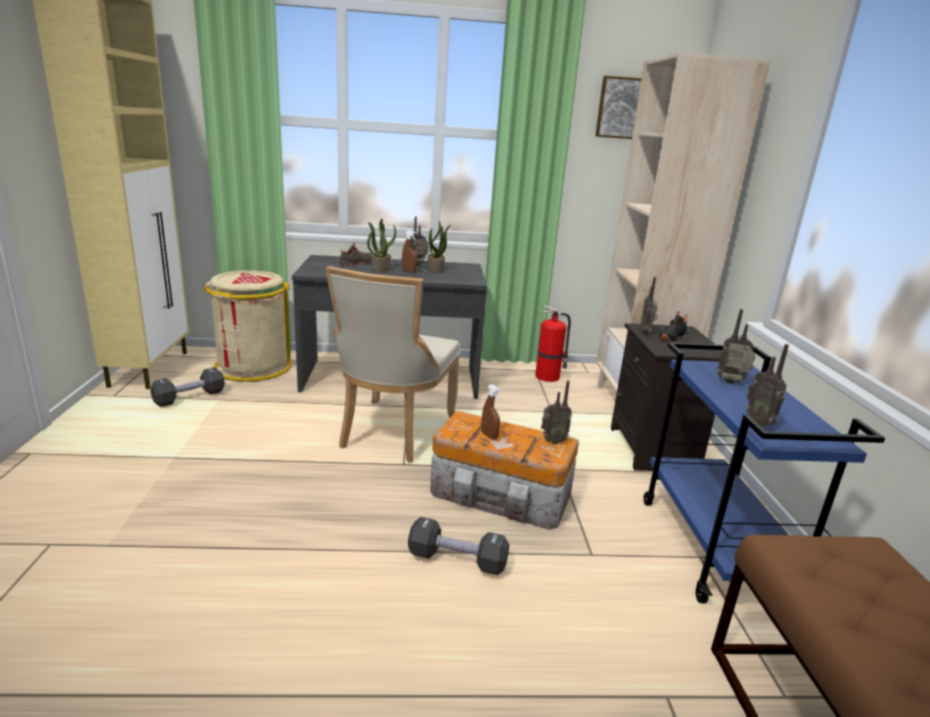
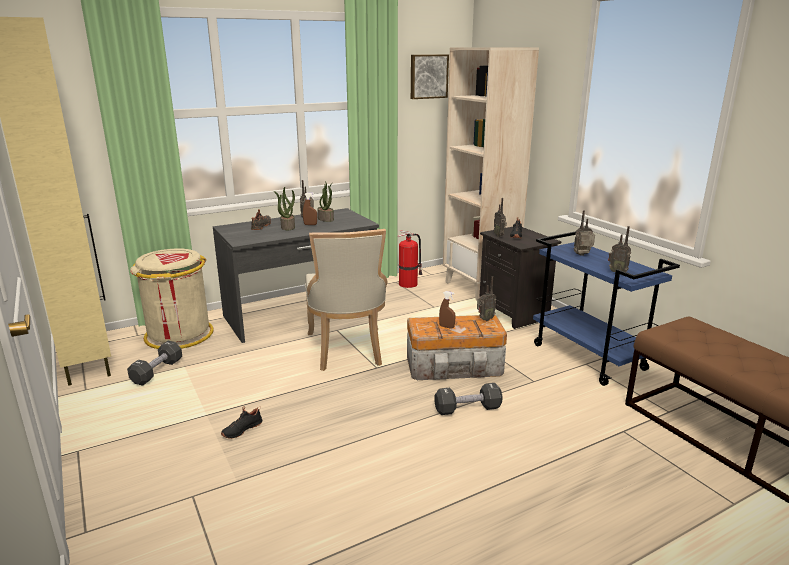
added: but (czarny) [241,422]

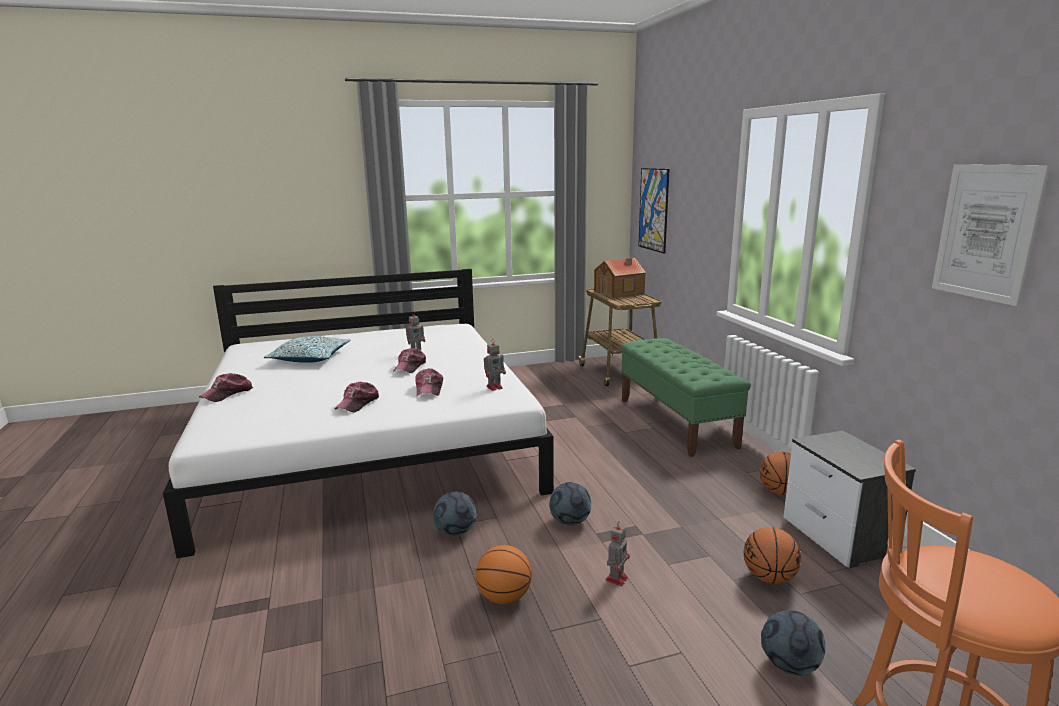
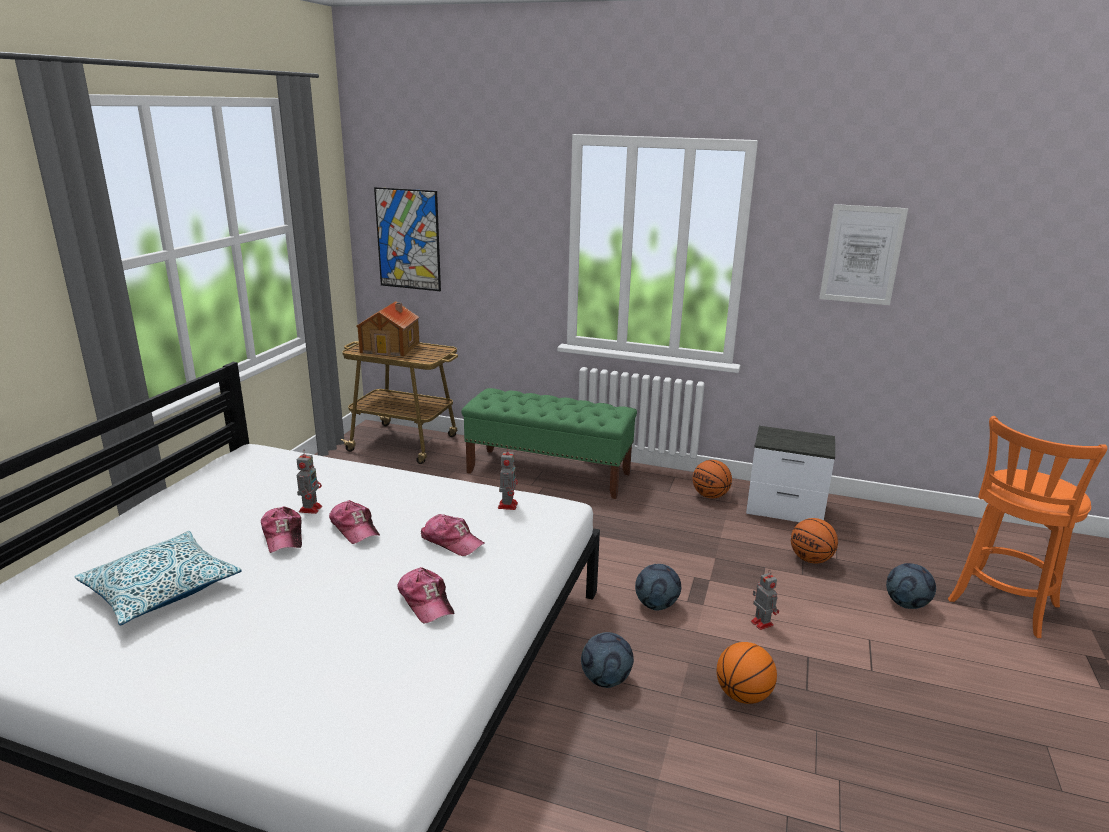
moved: czapka z daszkiem [226,387] to [281,530]

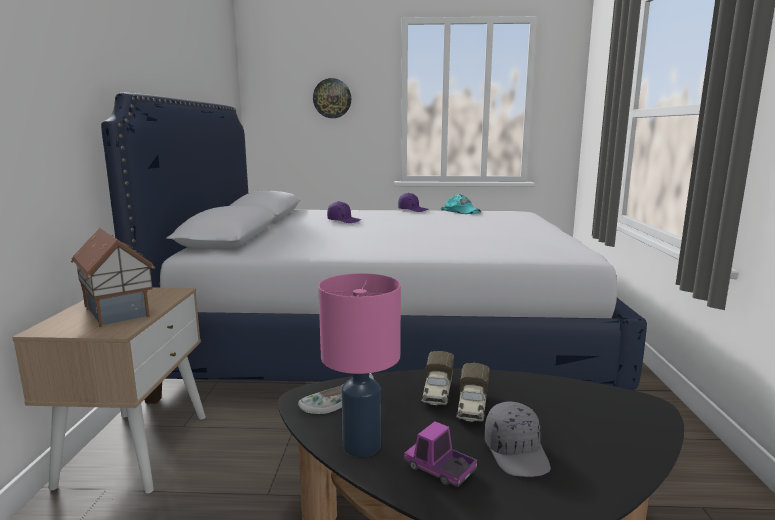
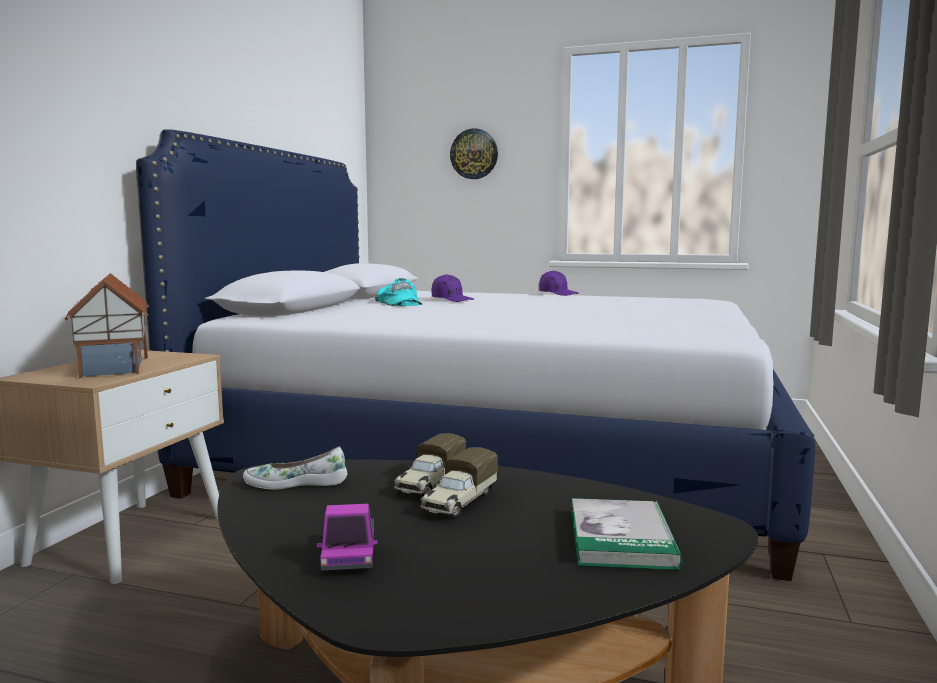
removed: lampa stołowa (różowy) [360,365]; czapka z daszkiem (szary) [517,439]
added: książka [627,534]
moved: czapka z daszkiem (turkusowy) [461,204] to [399,292]
turned: ciężarówka zabawkowa [440,454] = [347,537] 150 degrees counterclockwise

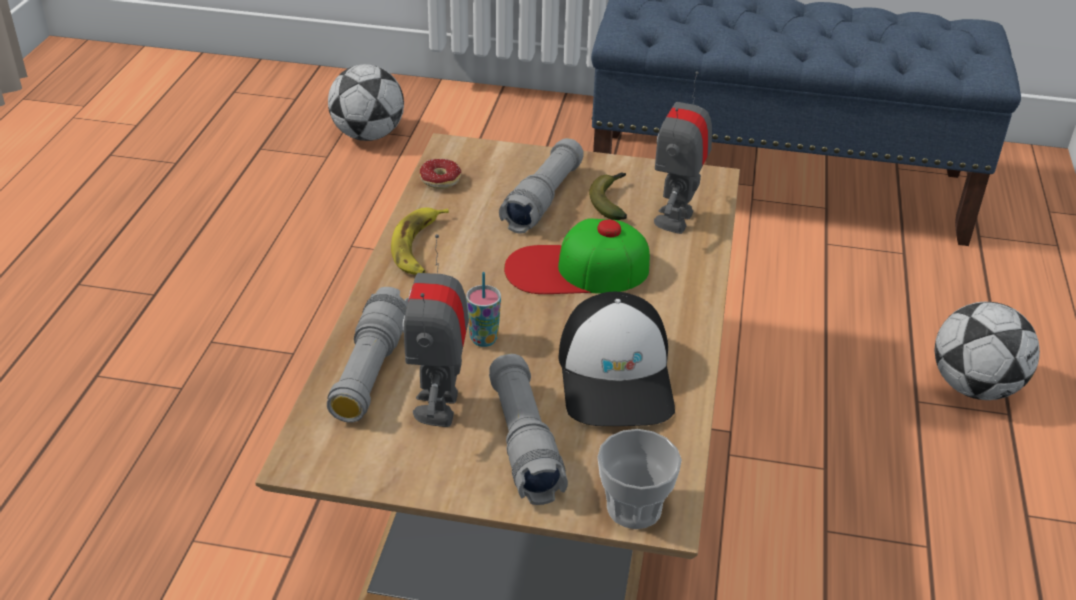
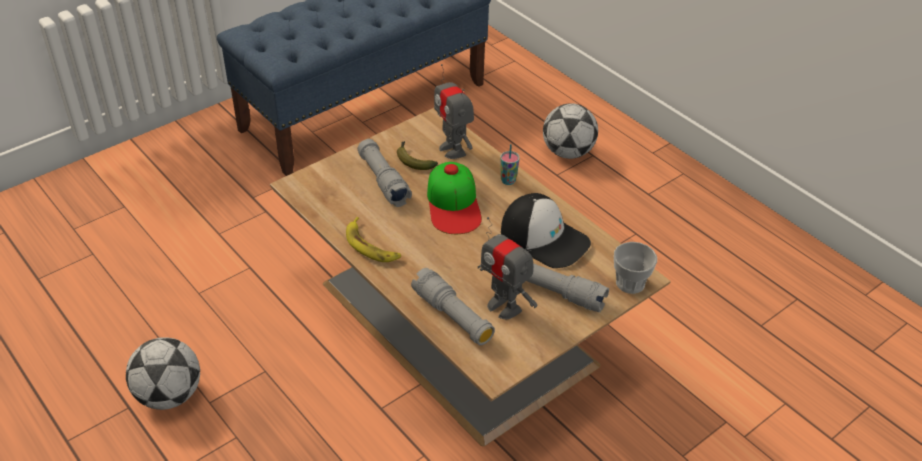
removed: donut [441,174]
moved: piłka futbolowa [366,102] to [163,373]; filiżanka [483,309] to [510,164]
turned: czapka z daszkiem [577,256] = [454,198] 45 degrees counterclockwise

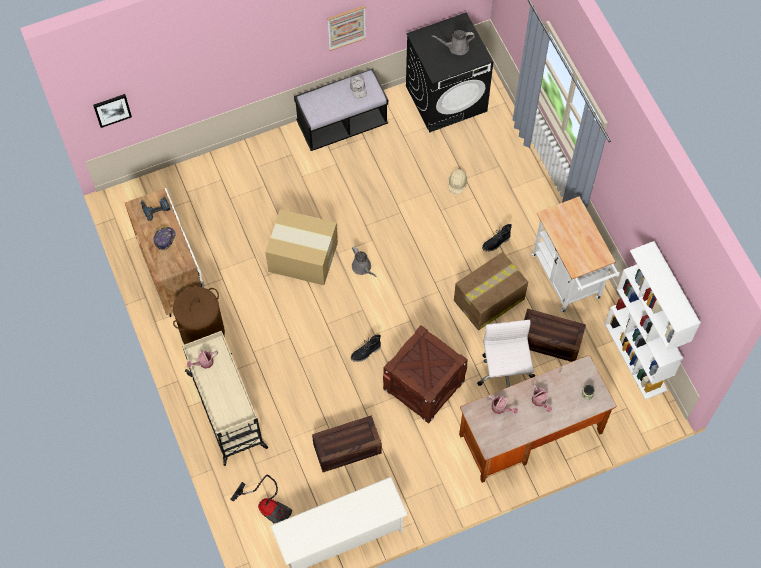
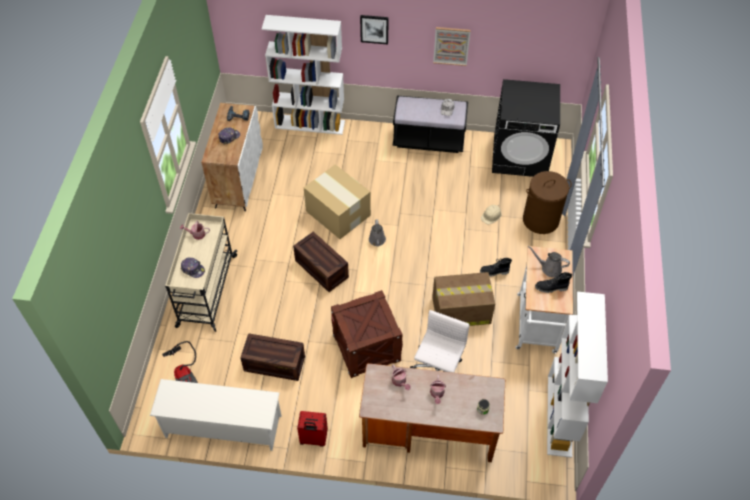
added: regał (biały) [303,75]; czapka z daszkiem [193,267]; walizka (czerwony) [312,429]
moved: konewka (szary) [453,42] to [549,262]; obraz [112,111] to [374,29]; kosz na pranie (brązowy) [199,316] to [547,202]; skrzynka [555,335] to [321,262]; but z cholewką (czarny) [366,348] to [553,282]

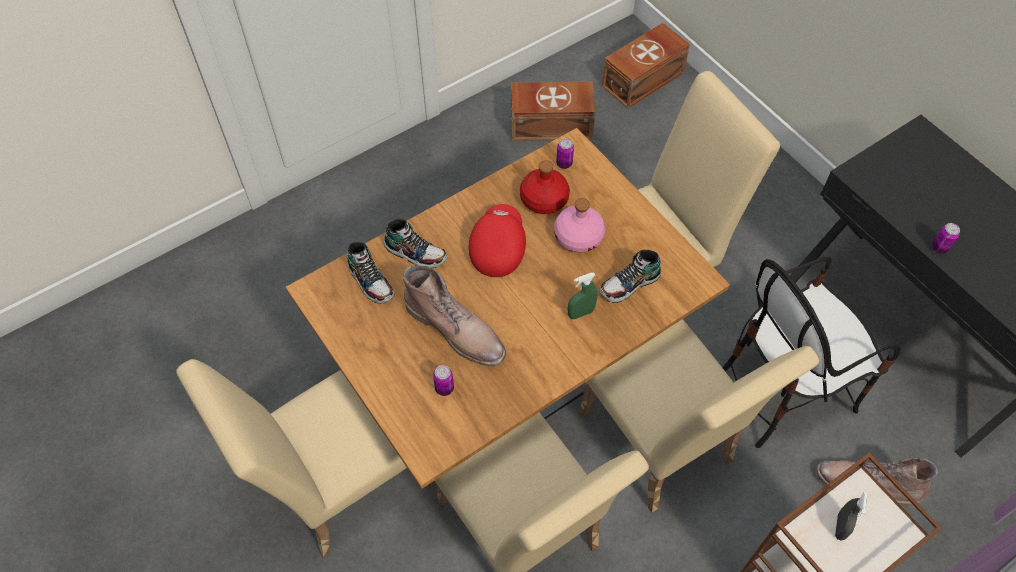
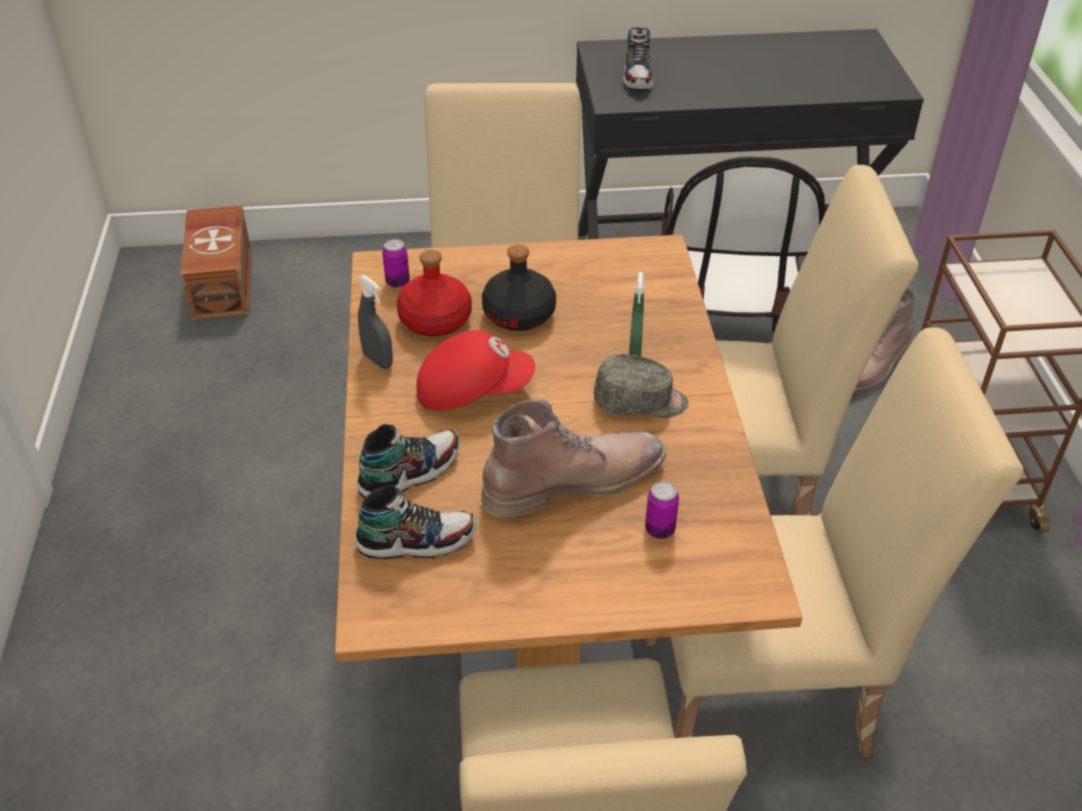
removed: pojemnik do przechowywania (brązowy) [553,111]; puszka [946,238]
added: czapka z daszkiem (szary) [641,386]
moved: but [630,276] to [638,58]; spryskiwacz (szary) [851,516] to [375,322]
recoloured: butelka (różowy) [579,225] to butelka (czarny) [519,287]
turned: czapka z daszkiem (czerwony) [497,240] = [475,370] 135 degrees clockwise

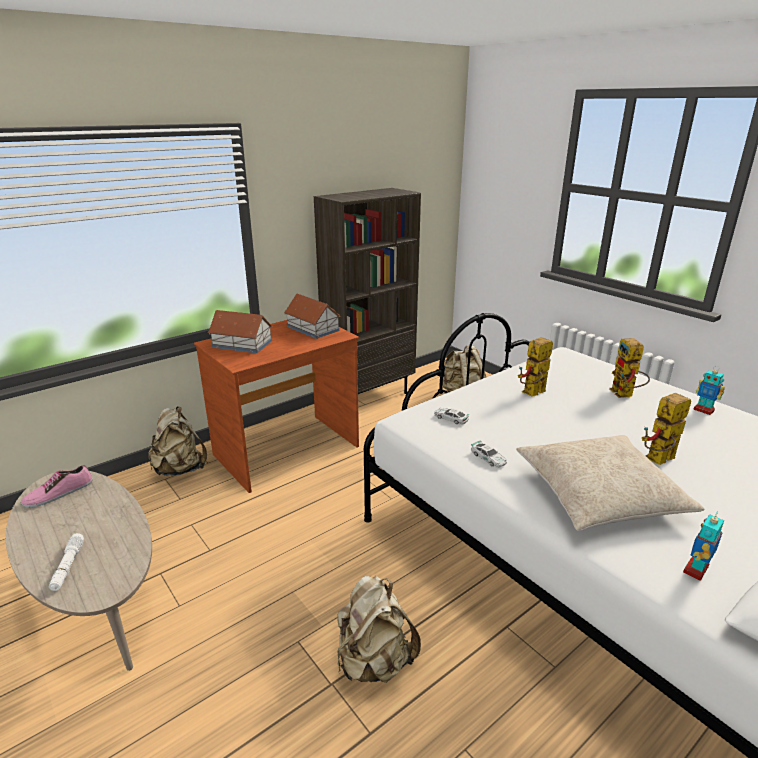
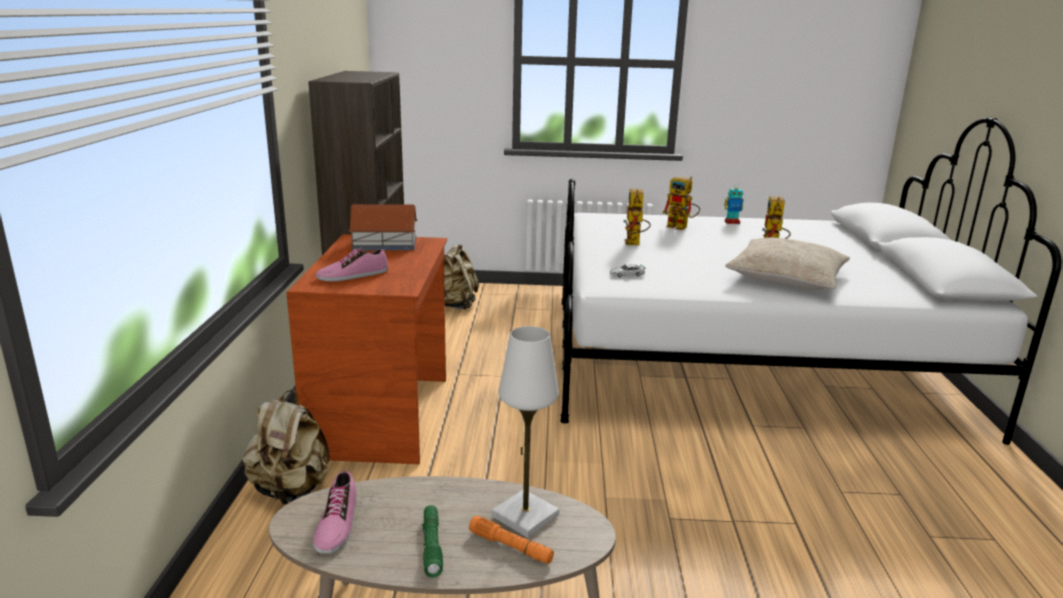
removed: samochodzik [489,454]; robot zabawkowy [703,546]; plecak (beżowy) [379,629]
added: lampa stołowa (biały) [525,432]; latarka (zielony) [432,541]
replaced: domek [240,331] to but [352,265]
recoloured: latarka (biały) [66,562] to latarka (pomarańczowy) [511,540]

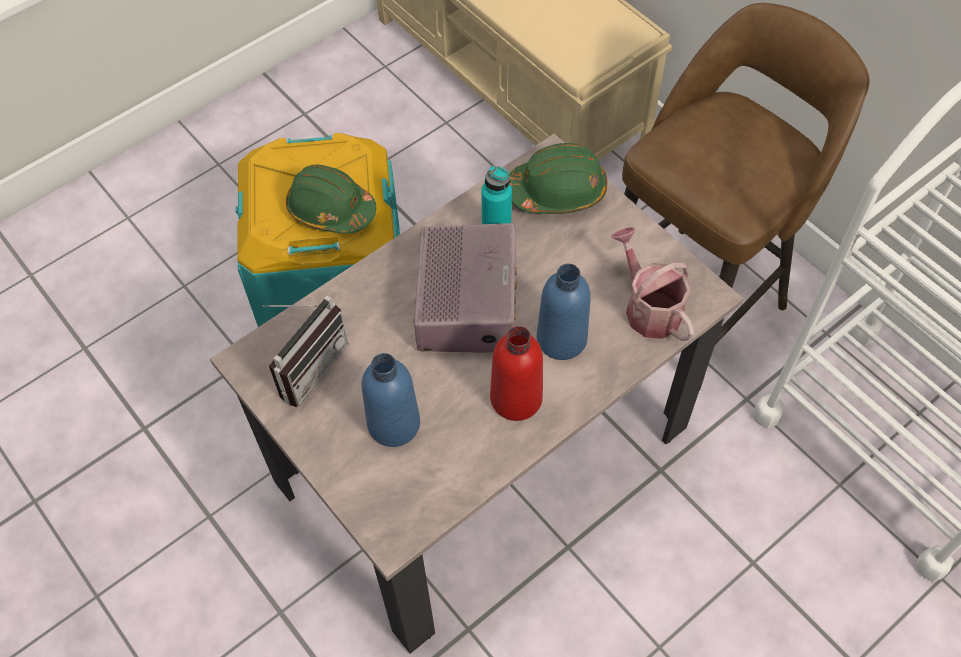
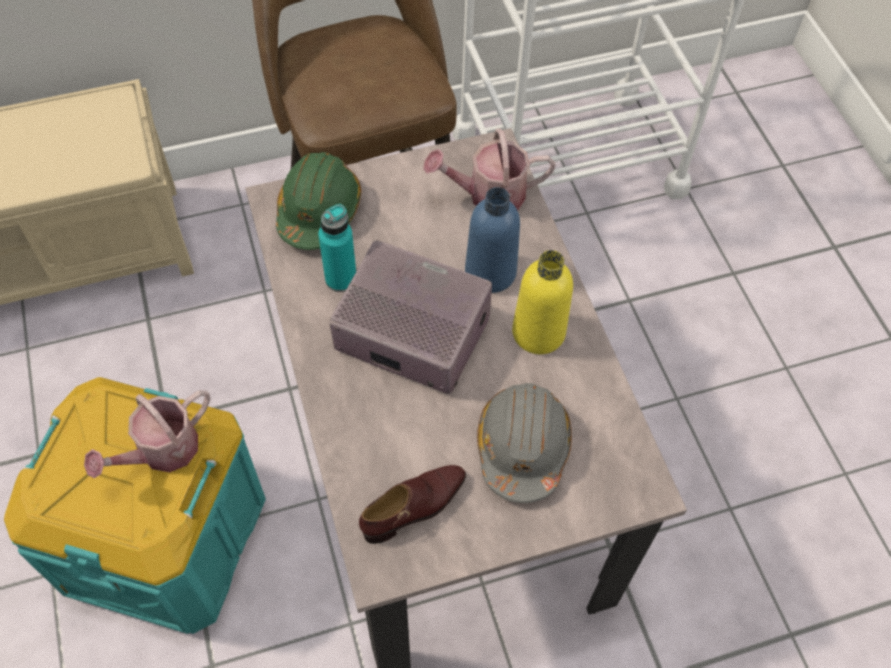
replaced: kask (zielony) [331,199] to konewka [147,434]; radio [305,351] to but (brązowy) [412,504]; butelka (niebieski) [391,400] to kask (szary) [524,443]
recoloured: butelka (czerwony) [516,373] to butelka (żółty) [542,302]

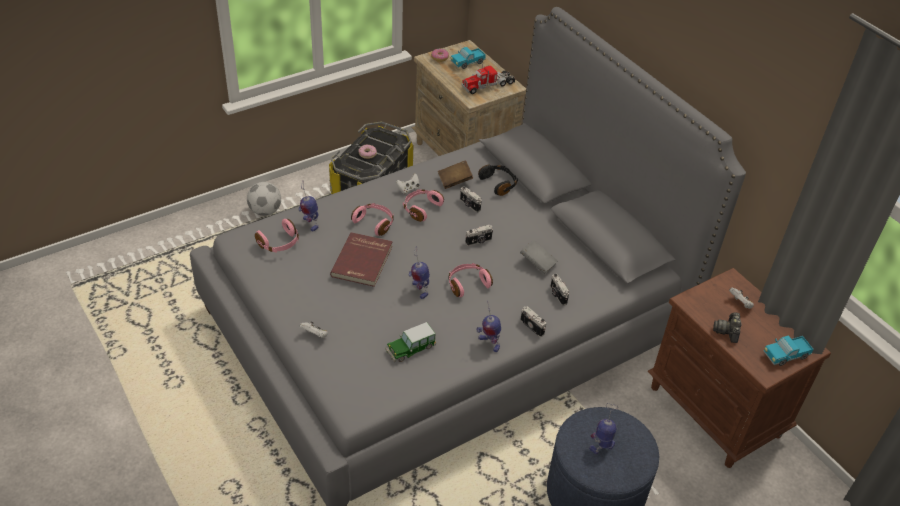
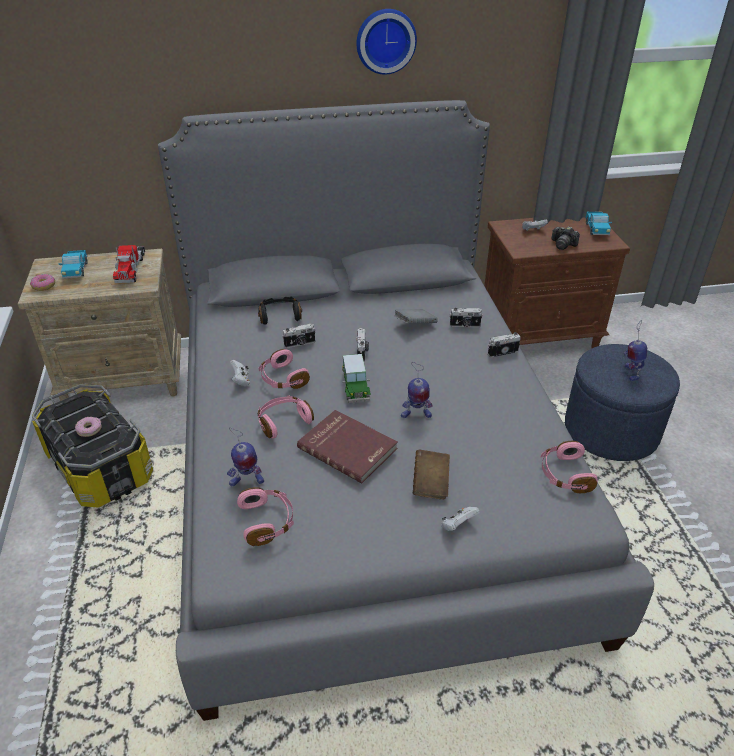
removed: piłka futbolowa [264,199]; robot zabawkowy [488,326]
added: zegar ścienny [387,42]
moved: książka (brązowy) [455,174] to [431,474]; słuchawki (różowy) [471,280] to [569,467]; samochodzik [410,342] to [356,378]

